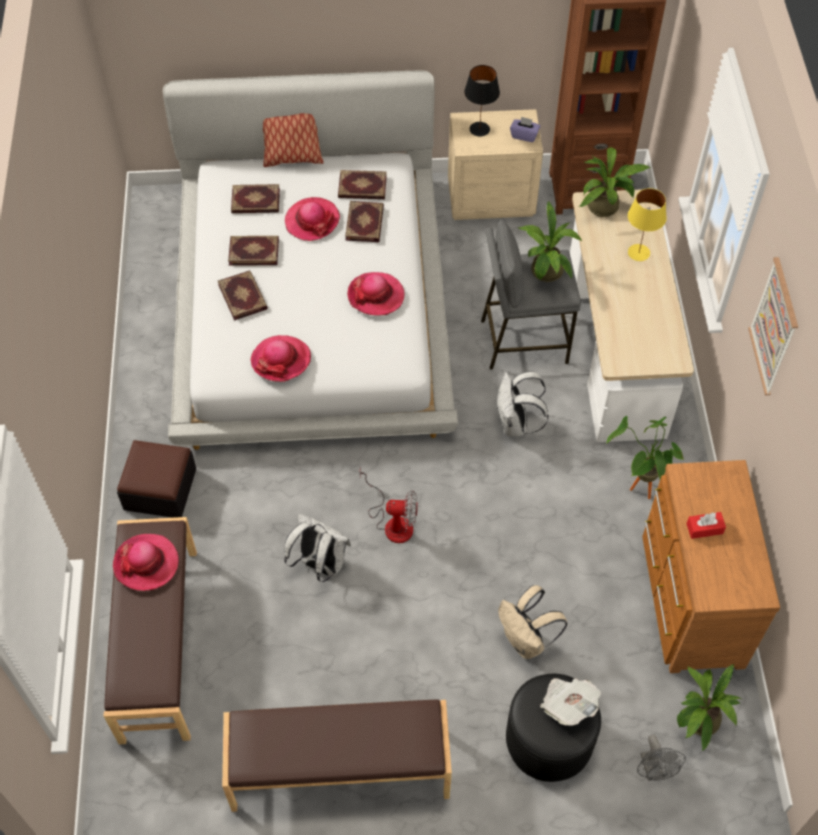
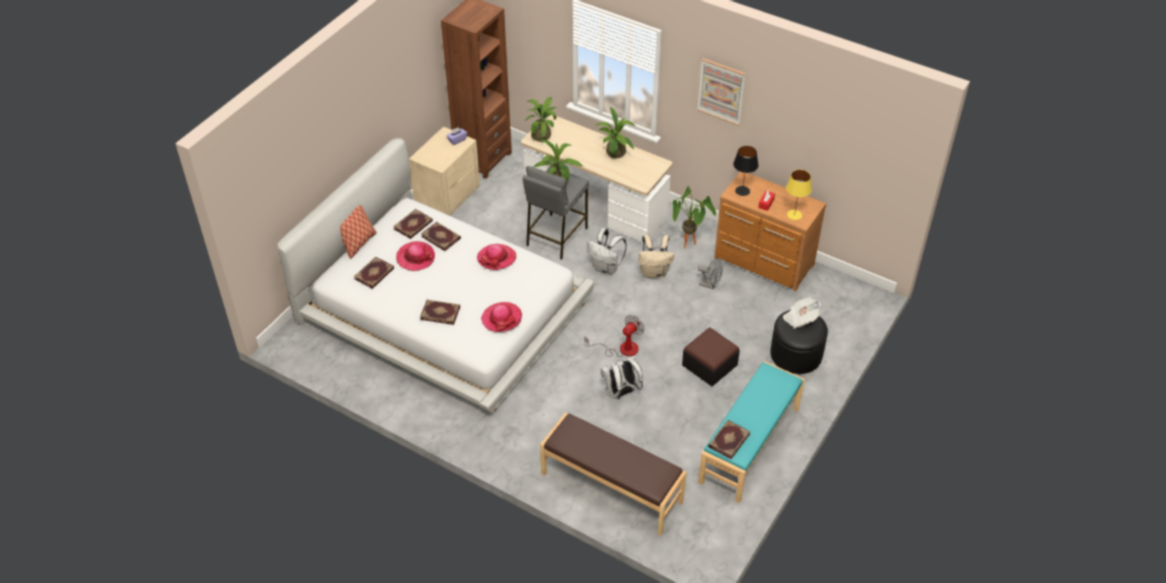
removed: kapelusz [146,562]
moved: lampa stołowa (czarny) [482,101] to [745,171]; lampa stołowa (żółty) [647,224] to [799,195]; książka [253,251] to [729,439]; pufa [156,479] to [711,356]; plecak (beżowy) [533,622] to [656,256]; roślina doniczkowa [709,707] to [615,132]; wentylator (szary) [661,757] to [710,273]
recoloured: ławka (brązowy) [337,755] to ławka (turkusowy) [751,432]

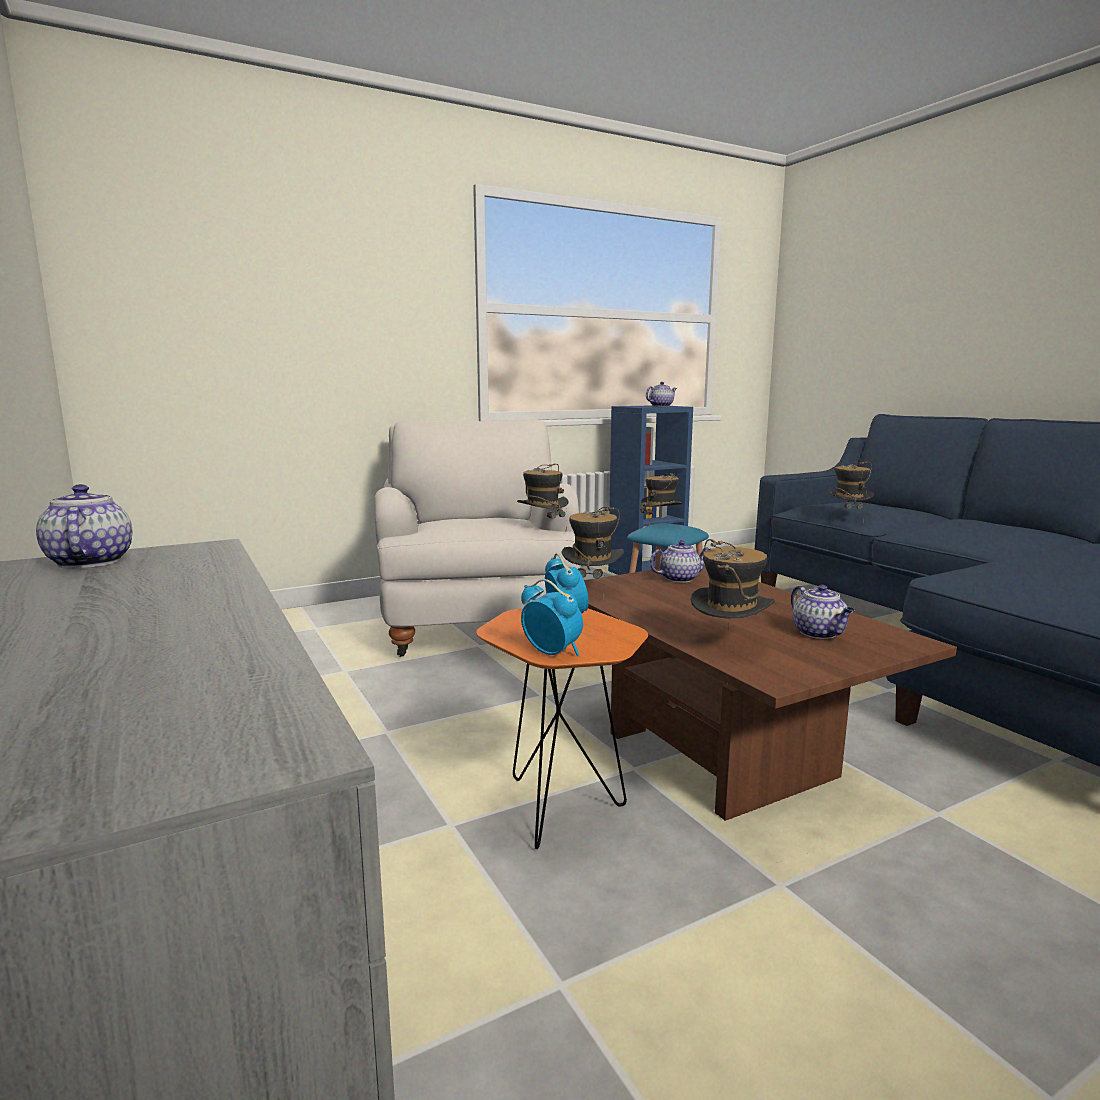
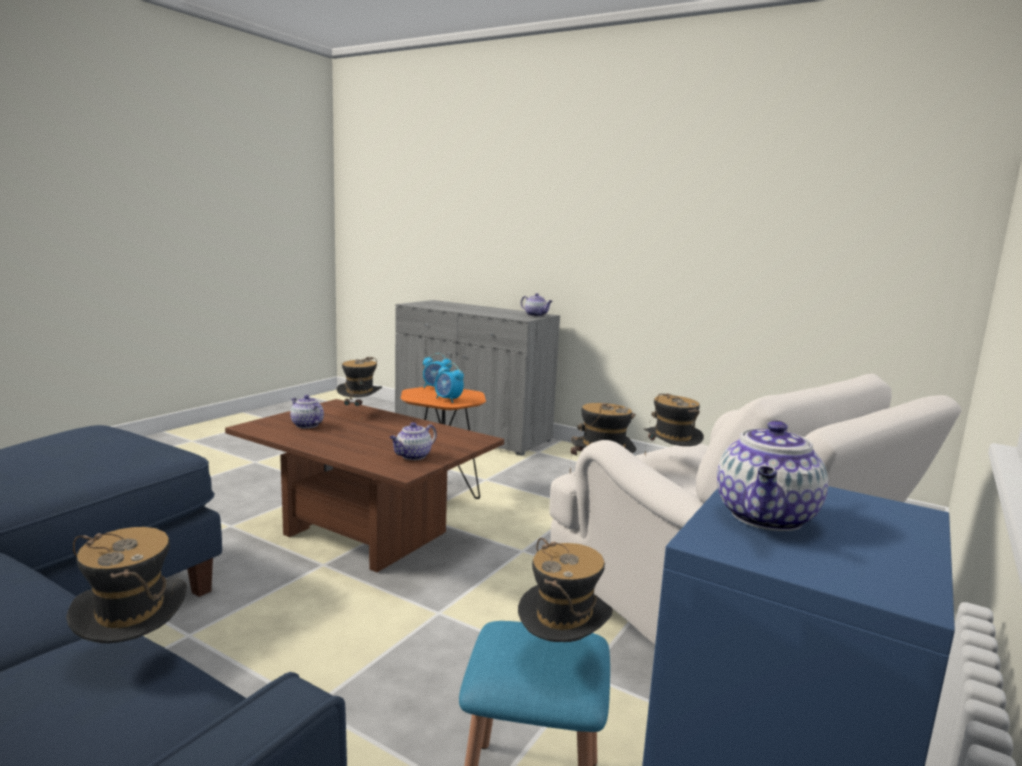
moved: kapelusz [593,552] to [674,424]

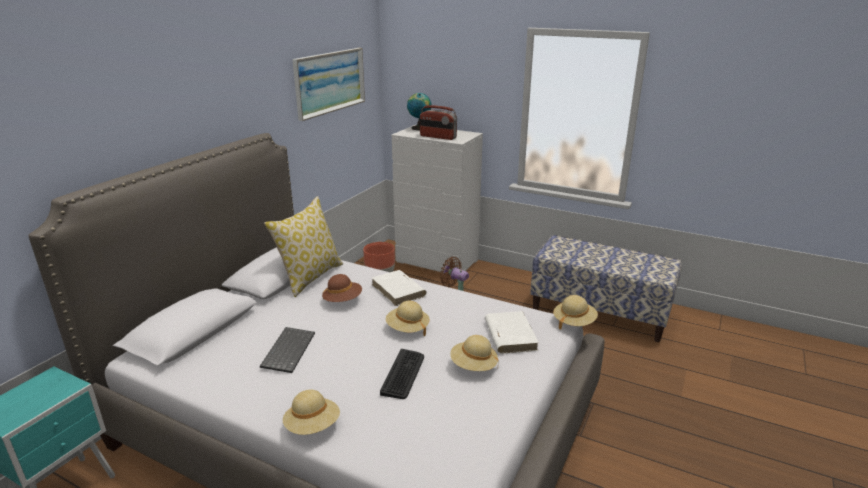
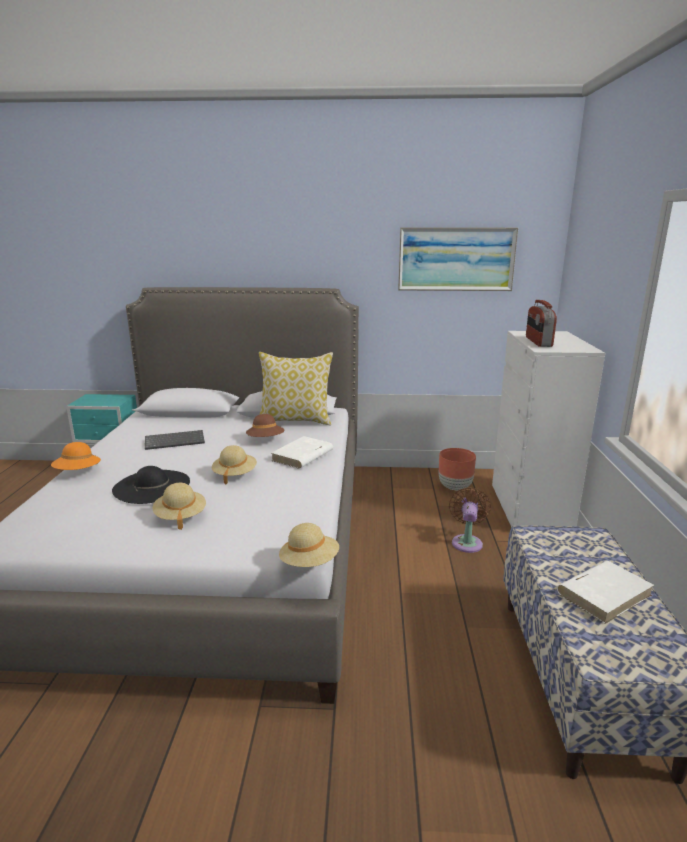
removed: globus [419,111]
moved: książka (biały) [512,332] to [606,592]
replaced: klawiatura [402,374] to kapelusz (czarny) [151,485]
recoloured: kapelusz (beżowy) [311,412] to kapelusz (pomarańczowy) [76,456]

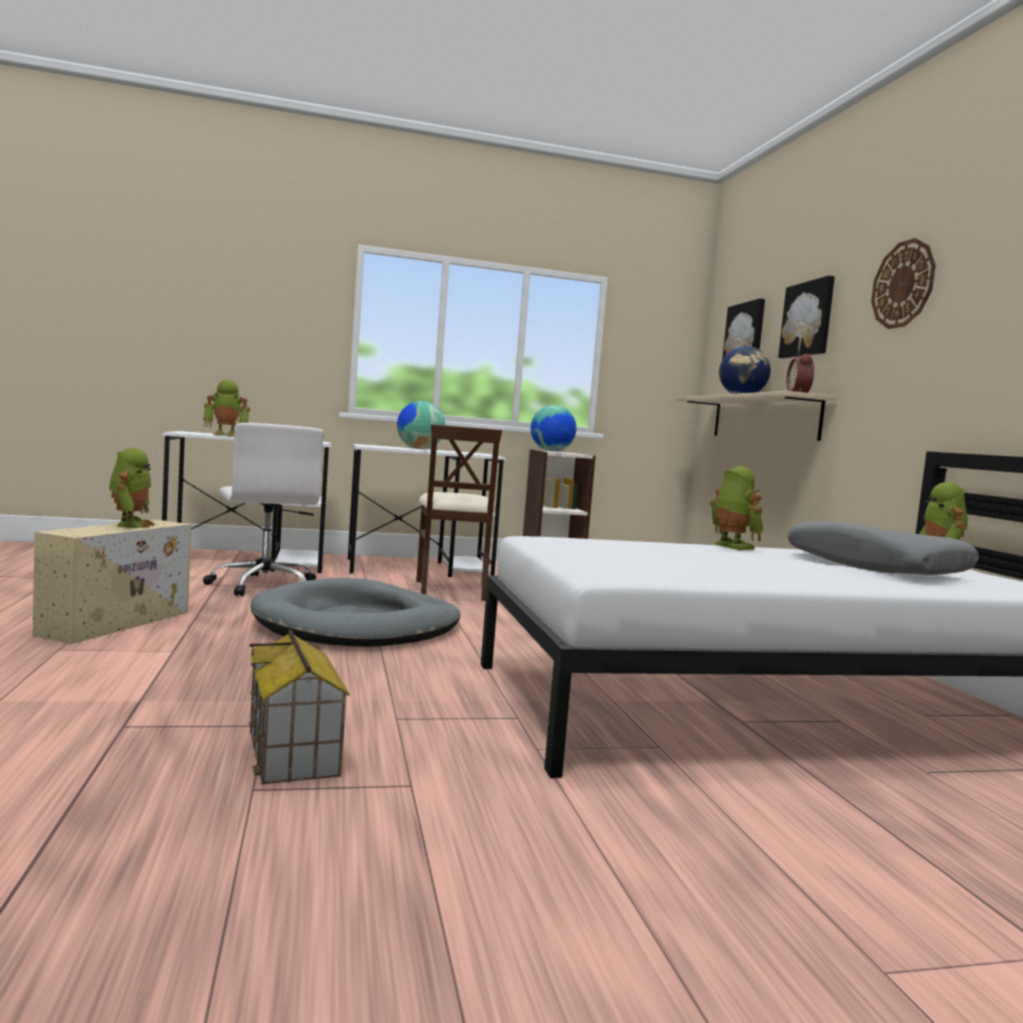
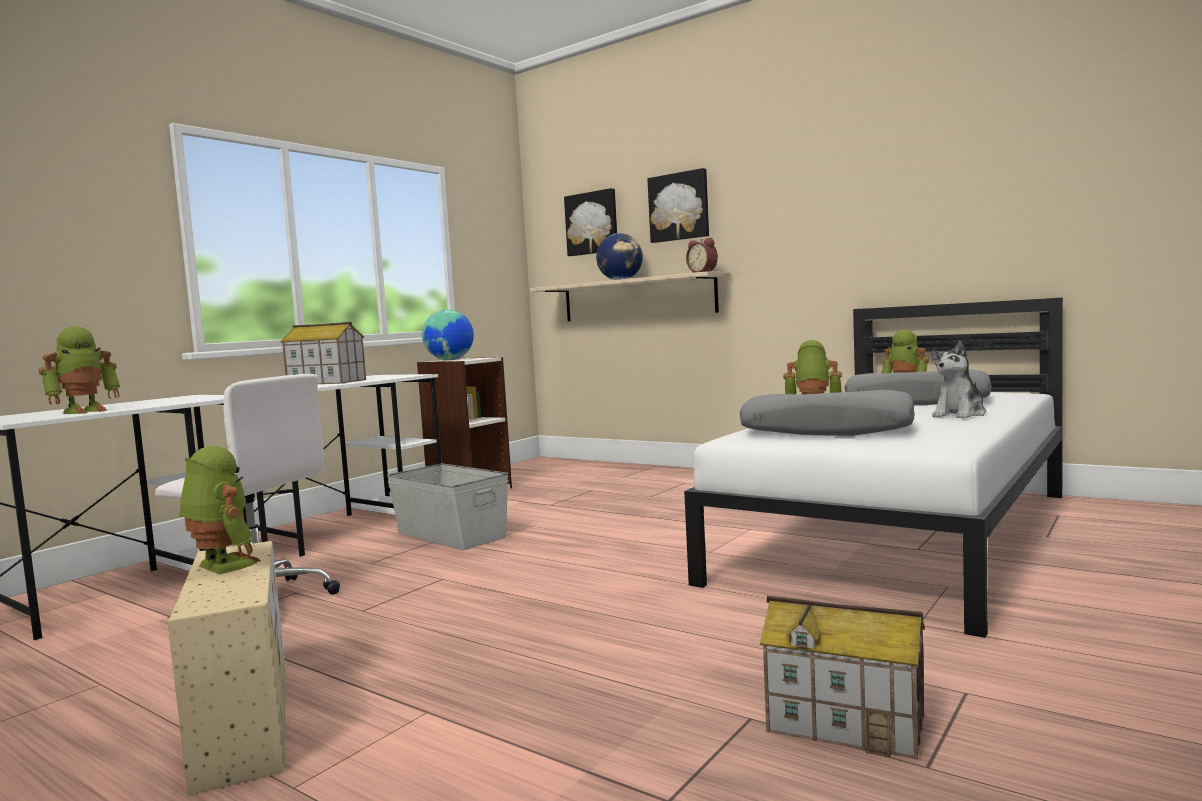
removed: zegar ścienny [903,283]; legowisko (szary) [356,612]
added: pluszak [959,379]; poduszka (szary) [827,413]
replaced: globus [421,425] to domek [323,353]; krzesło (beżowy) [459,512] to pojemnik do przechowywania (szary) [448,507]

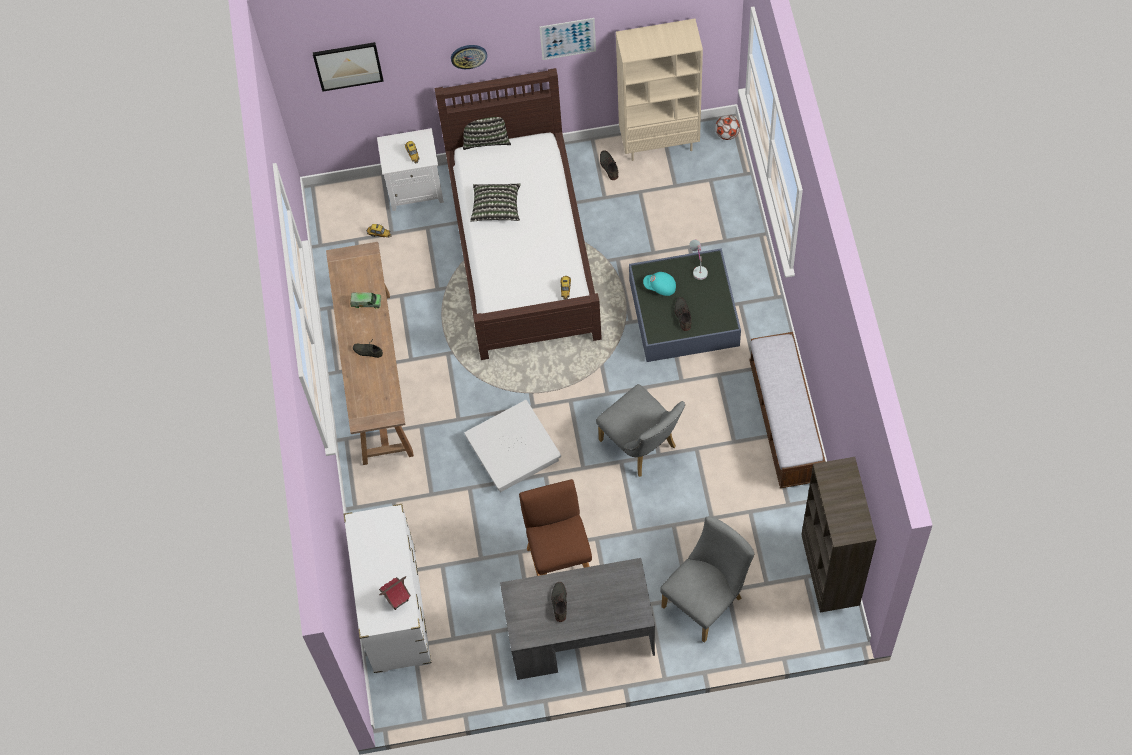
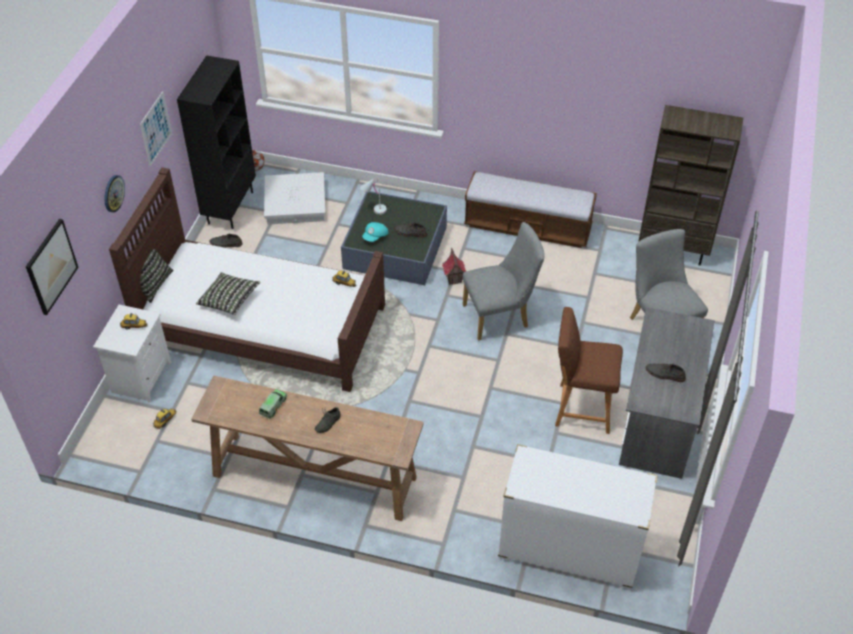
moved: pojemnik do przechowywania (biały) [512,446] to [295,198]; domek [395,593] to [454,266]
recoloured: regał (beżowy) [659,90] to regał (czarny) [216,142]

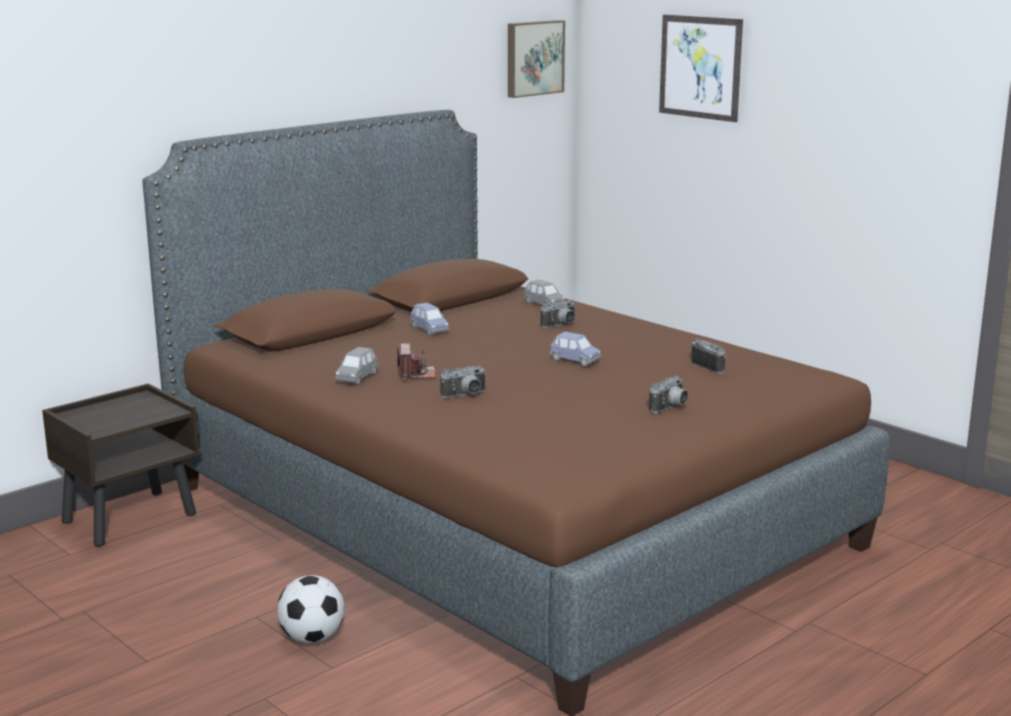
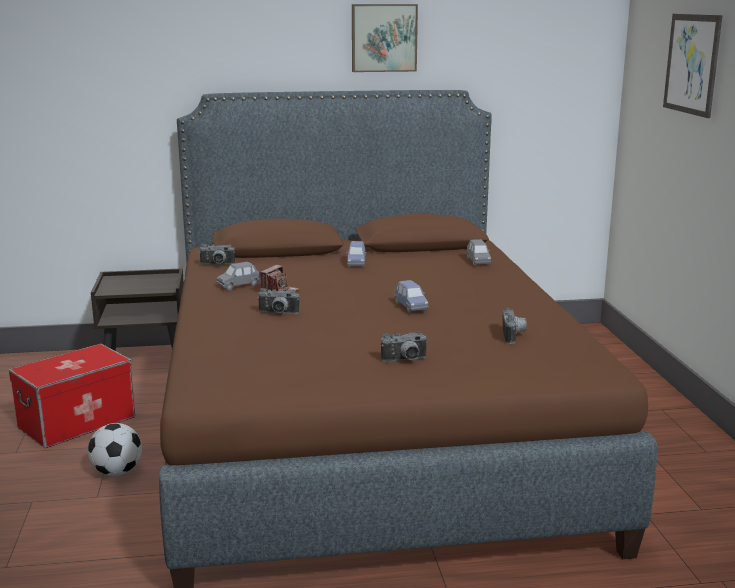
added: pojemnik do przechowywania [72,396]
moved: obraz [536,59] to [385,38]; aparat fotograficzny [558,313] to [217,254]

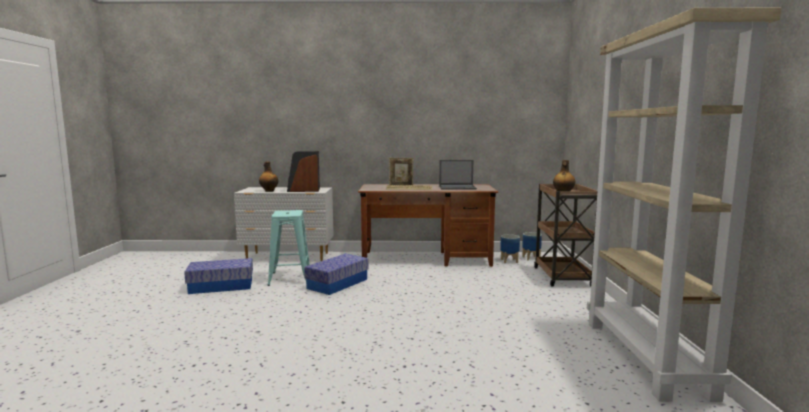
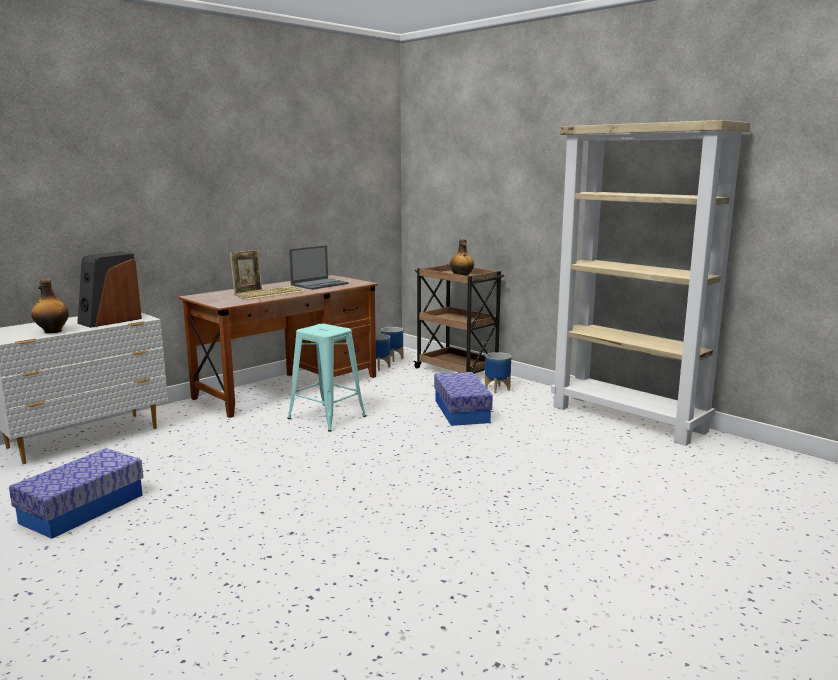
added: donica [498,372]
moved: stołek (turkusowy) [288,248] to [326,378]; pojemnik do przechowywania [336,274] to [463,399]

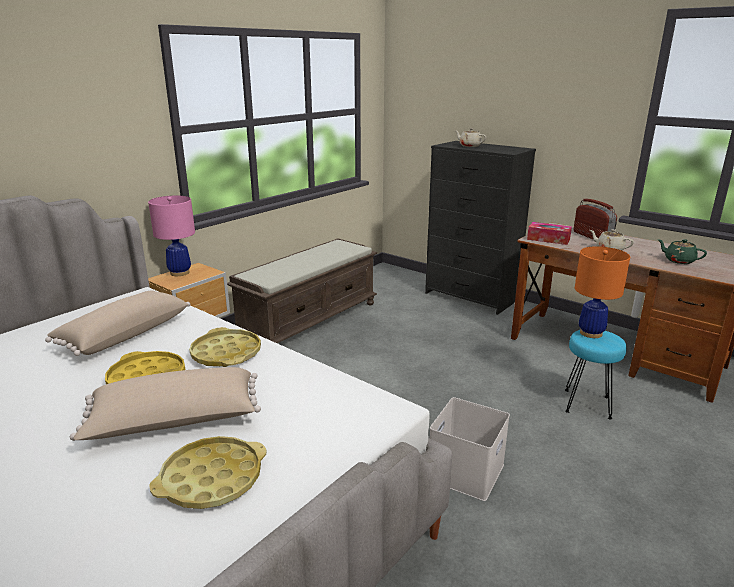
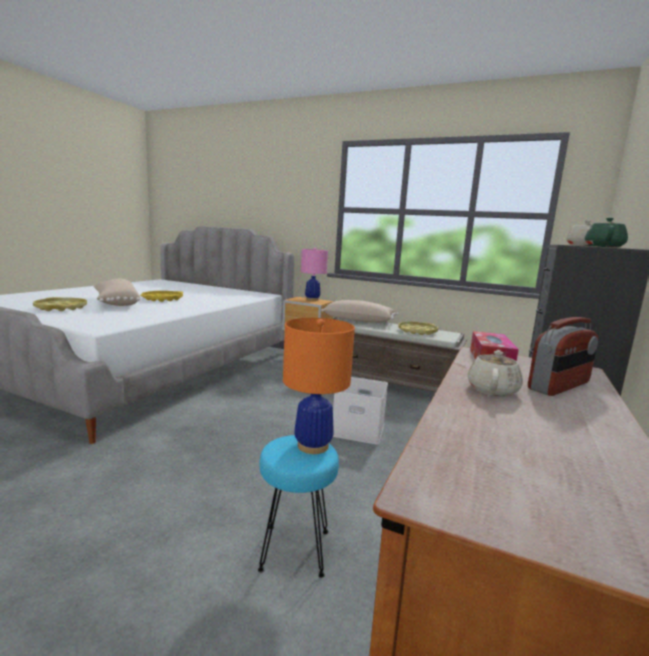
moved: imbryk (zielony) [682,251] to [606,232]; poduszka (beżowy) [117,323] to [360,311]; taca (żółty) [225,347] to [418,328]; pojemnik do przechowywania (biały) [470,449] to [360,411]

